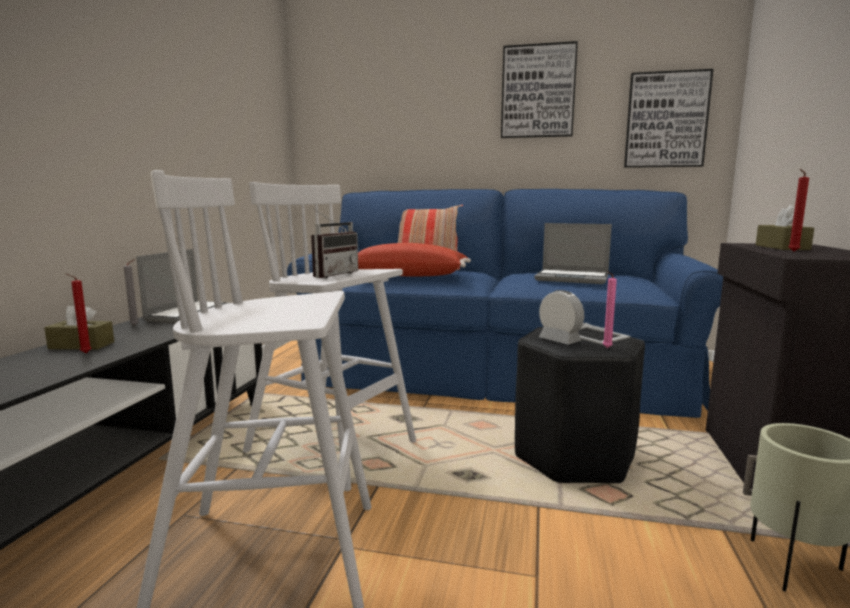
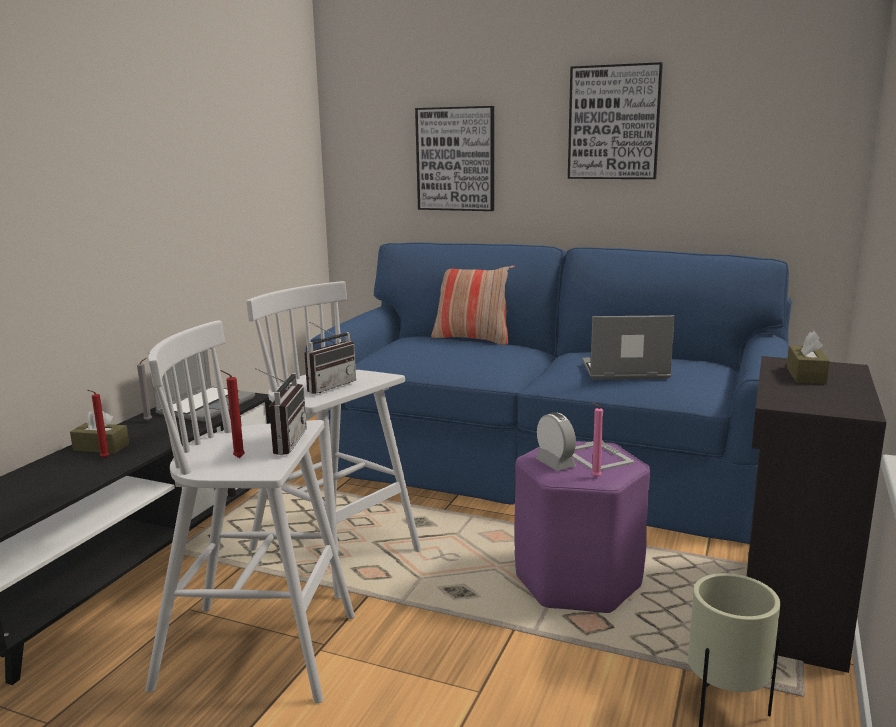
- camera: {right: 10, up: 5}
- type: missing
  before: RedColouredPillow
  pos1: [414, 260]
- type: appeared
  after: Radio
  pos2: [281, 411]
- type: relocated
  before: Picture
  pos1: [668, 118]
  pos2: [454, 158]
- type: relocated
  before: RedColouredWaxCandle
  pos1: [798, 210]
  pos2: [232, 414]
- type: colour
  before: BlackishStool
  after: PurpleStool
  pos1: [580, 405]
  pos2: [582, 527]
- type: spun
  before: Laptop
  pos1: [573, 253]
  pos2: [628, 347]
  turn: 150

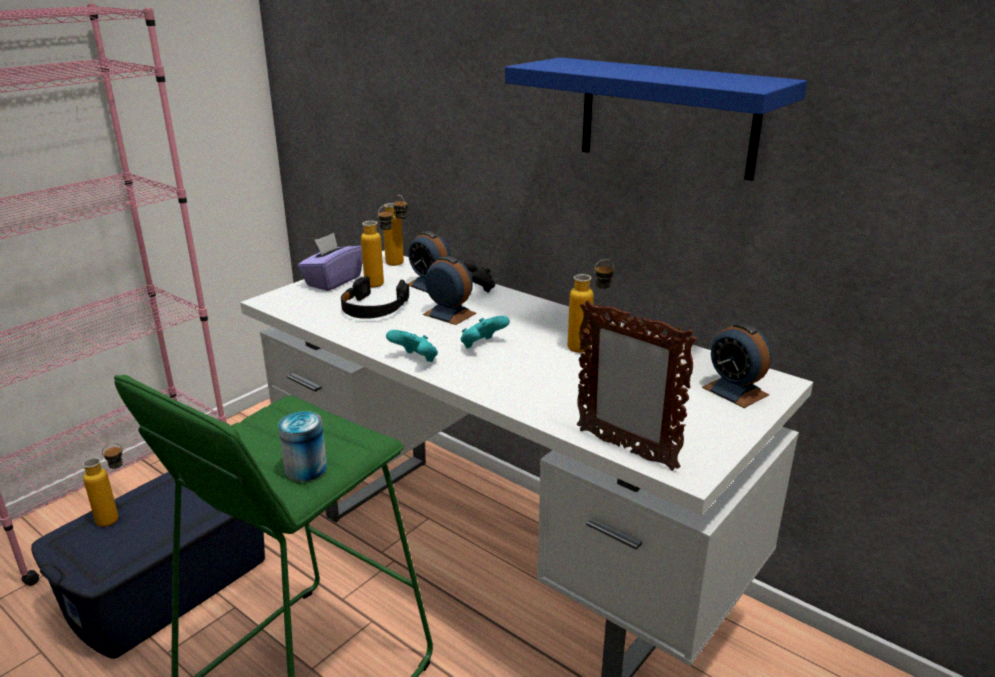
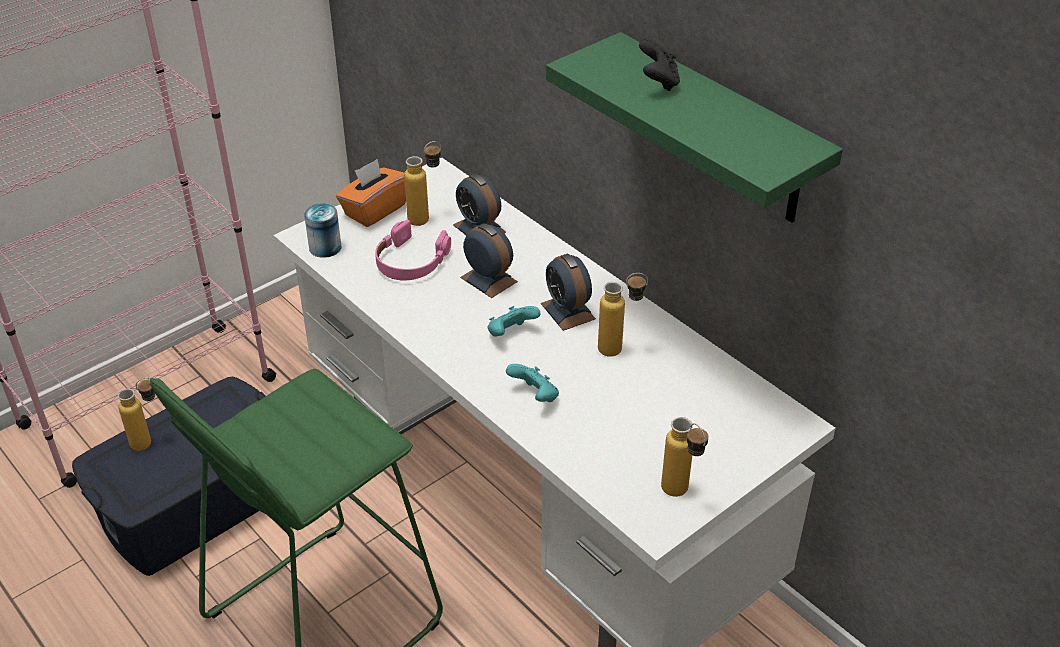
- camera: {right: 10, up: 15}
- type: missing
  before: PhotoFrame
  pos1: [637, 385]
- type: relocated
  before: Can
  pos1: [302, 446]
  pos2: [323, 230]
- type: relocated
  before: DrinkBottle
  pos1: [395, 230]
  pos2: [685, 457]
- type: relocated
  before: TurquoiseColouredGamepad
  pos1: [412, 346]
  pos2: [532, 383]
- type: relocated
  before: BlackishGamepad
  pos1: [479, 276]
  pos2: [659, 65]
- type: relocated
  before: TableClock
  pos1: [737, 365]
  pos2: [568, 292]
- type: colour
  before: PurpleTissueHolder
  after: OrangeTissueHolder
  pos1: [330, 262]
  pos2: [371, 193]
- type: colour
  before: BlackishHeadphones
  after: PinkHeadphones
  pos1: [375, 297]
  pos2: [413, 250]
- type: colour
  before: BlueColouredShelf
  after: GreenColouredShelf
  pos1: [656, 119]
  pos2: [694, 127]

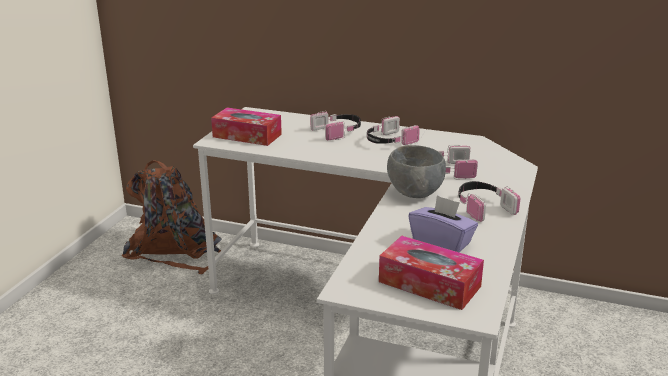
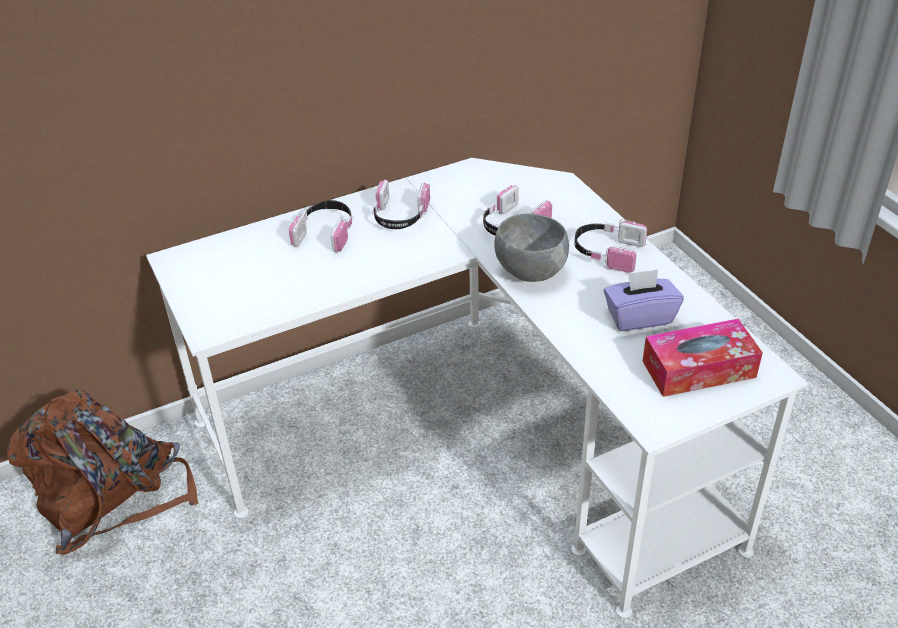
- camera: {right: -45, up: 15}
- type: missing
  before: TissueHolder
  pos1: [246, 127]

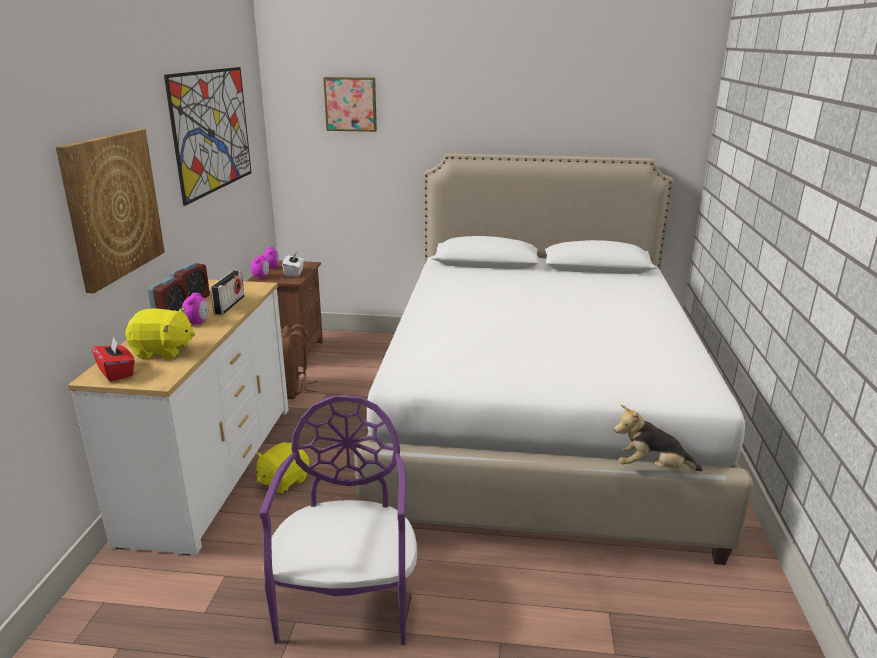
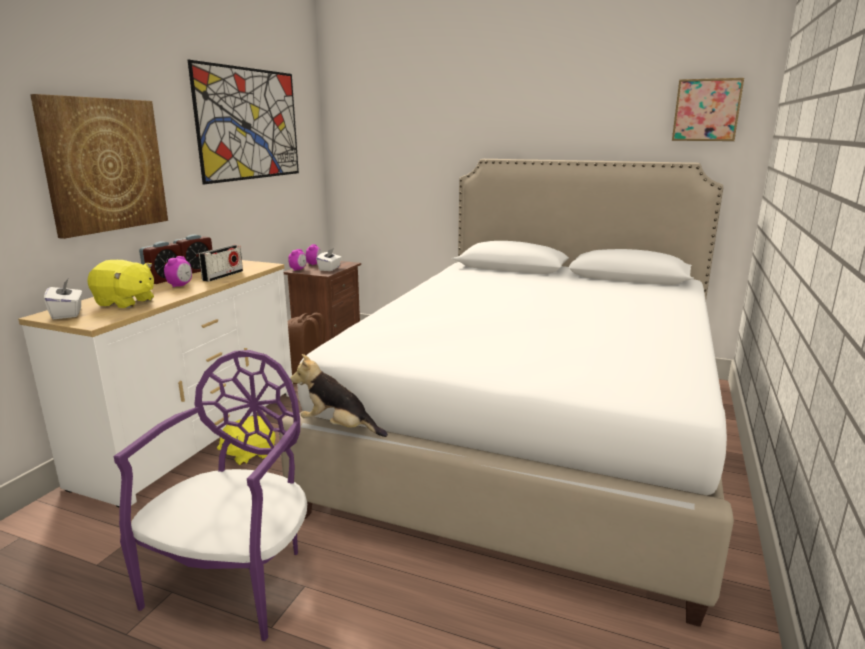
- camera: {right: 15, up: -5}
- type: relocated
  before: Picture
  pos1: [350, 104]
  pos2: [708, 109]
- type: relocated
  before: SoftToy
  pos1: [658, 438]
  pos2: [339, 395]
- type: colour
  before: RedColouredTissueHolder
  after: WhitishTissueHolder
  pos1: [113, 359]
  pos2: [63, 299]

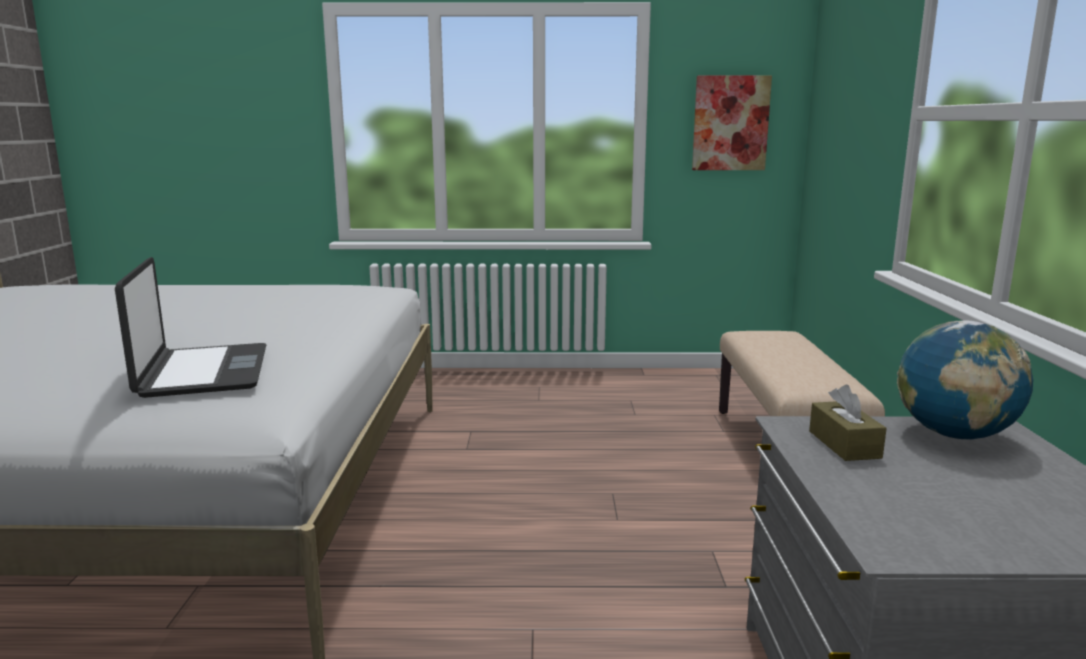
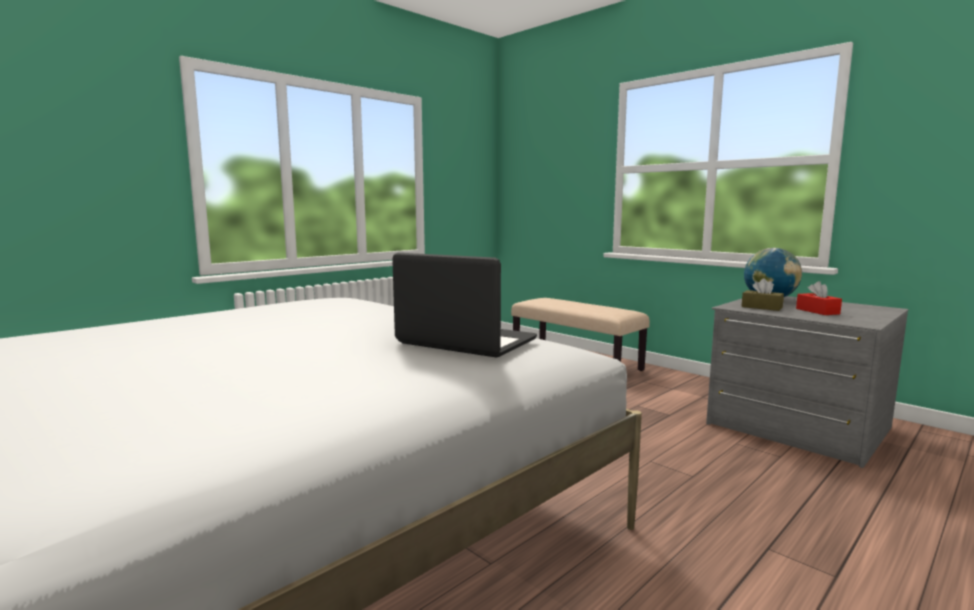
- camera: {right: -45, up: -5}
- type: missing
  before: Picture
  pos1: [732, 123]
- type: appeared
  after: RedColouredTissueHolder
  pos2: [819, 298]

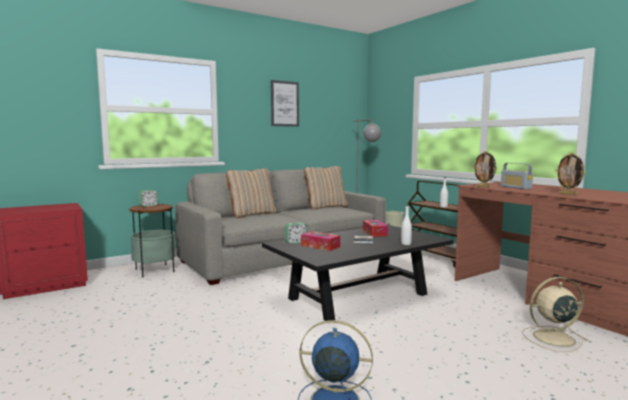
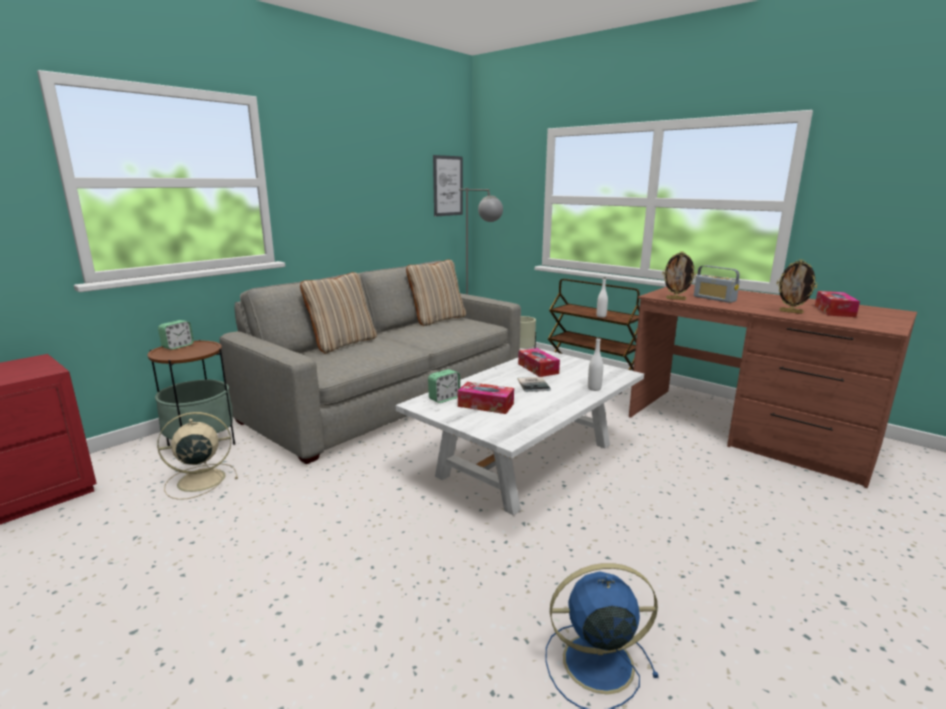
- camera: {right: -15, up: 10}
- type: appeared
  after: TissueHolder
  pos2: [837, 304]
- type: relocated
  before: Picture
  pos1: [285, 103]
  pos2: [448, 186]
- type: relocated
  before: BeigeElectricFan
  pos1: [555, 314]
  pos2: [197, 456]
- type: colour
  before: BlackishLoungeTable
  after: WhitishLoungeTable
  pos1: [358, 272]
  pos2: [520, 432]

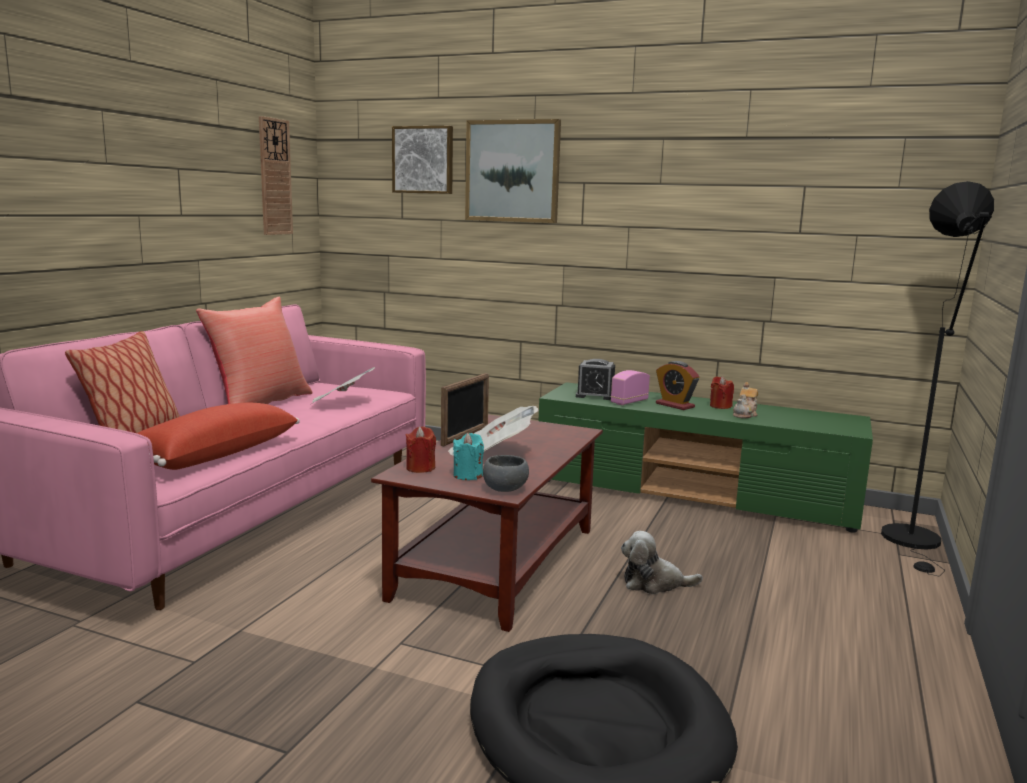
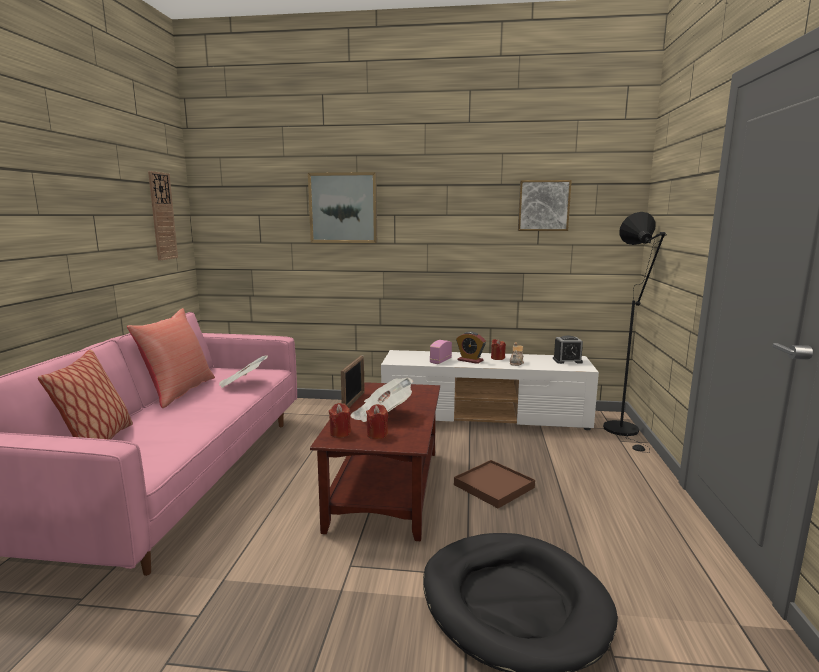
- camera: {right: -15, up: 0}
- type: missing
  before: RedColouredPillow
  pos1: [218, 436]
- type: missing
  before: GreyServingBowl
  pos1: [506, 473]
- type: relocated
  before: Picture
  pos1: [422, 160]
  pos2: [545, 205]
- type: relocated
  before: TableClock
  pos1: [595, 379]
  pos2: [568, 349]
- type: exchanged
  before: SoftToy
  after: BrownServingTray
  pos1: [662, 562]
  pos2: [494, 484]
- type: colour
  before: TurquoiseColouredWaxCandle
  after: RedColouredWaxCandle
  pos1: [468, 456]
  pos2: [377, 421]
- type: colour
  before: GreenColouredTvUnit
  after: WhitishTvUnit
  pos1: [706, 457]
  pos2: [490, 390]

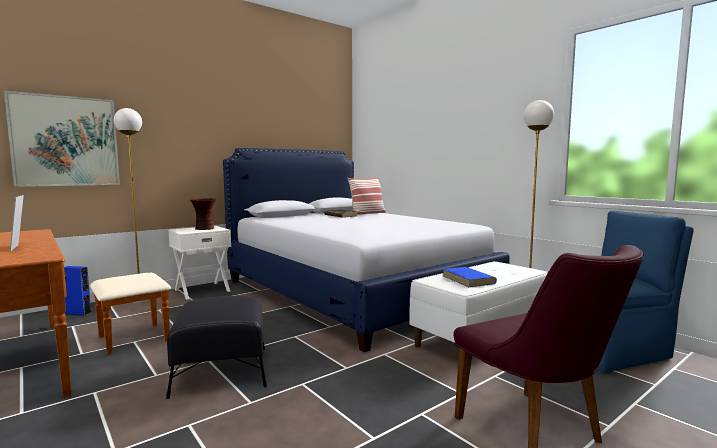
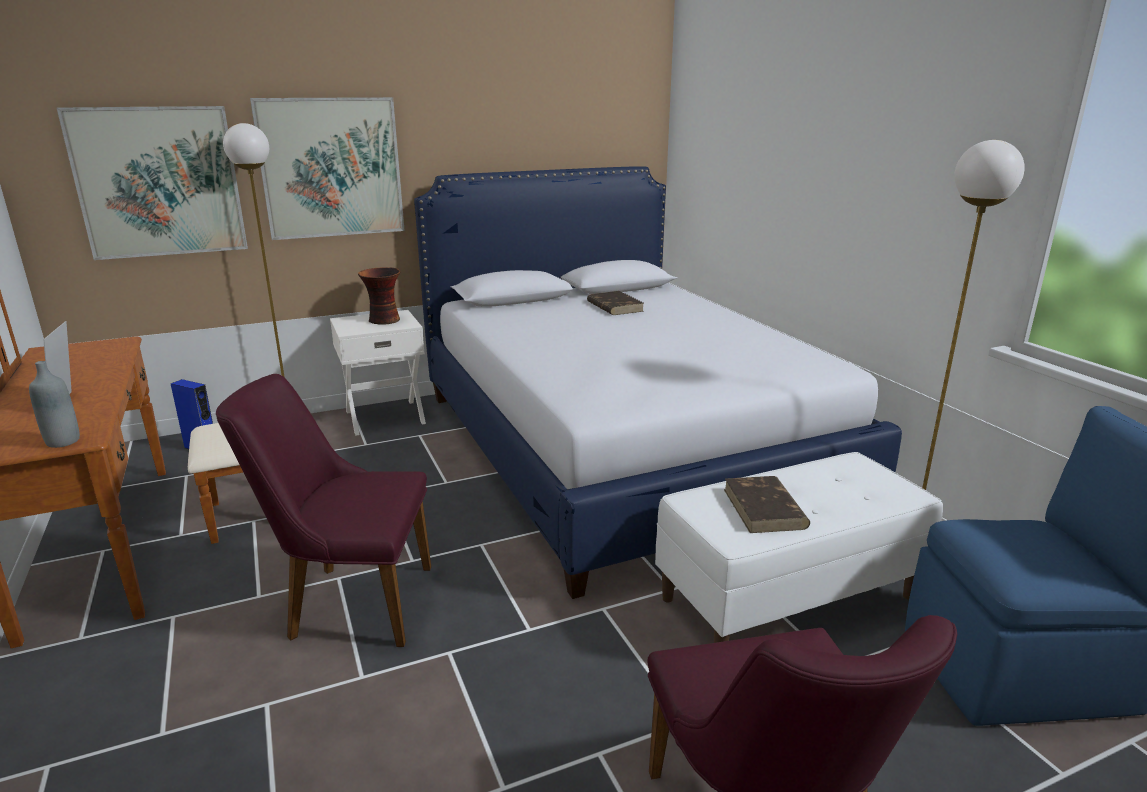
- camera: {right: 15, up: 15}
- type: missing
  before: Pillow
  pos1: [366, 196]
- type: appeared
  after: GreyDrinkBottle
  pos2: [54, 404]
- type: appeared
  after: Picture
  pos2: [327, 168]
- type: exchanged
  before: BlackishPouffe
  after: PurplePlainChair
  pos1: [216, 347]
  pos2: [323, 510]
- type: colour
  before: BlueColouredBook
  after: BrownBook
  pos1: [470, 277]
  pos2: [767, 504]

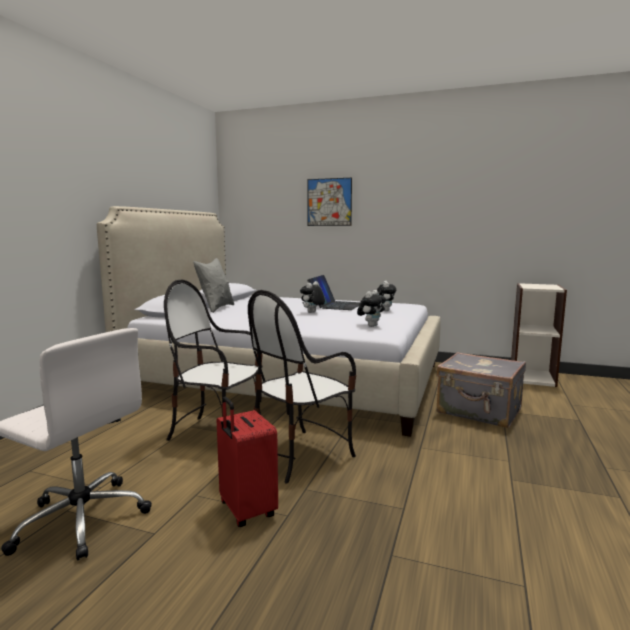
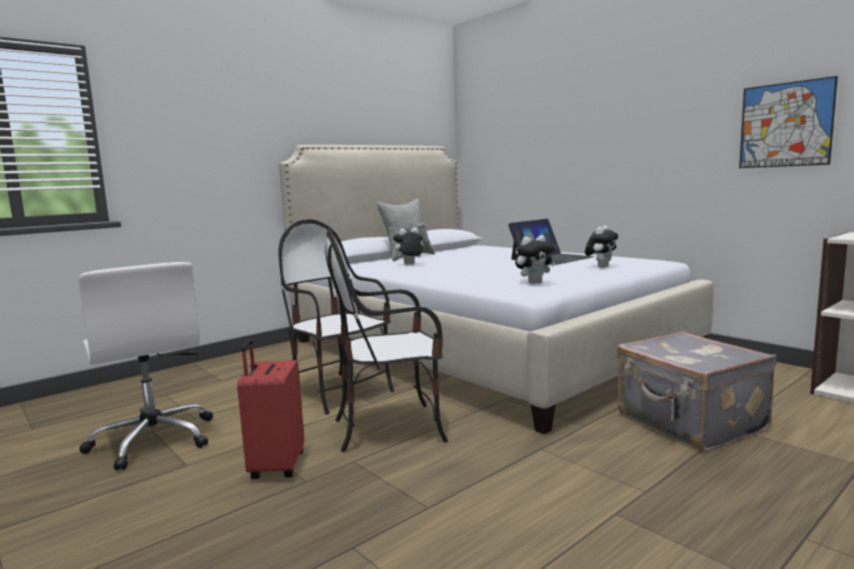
- camera: {right: 30, up: 0}
- type: relocated
  before: SoftToy
  pos1: [312, 297]
  pos2: [407, 246]
- type: relocated
  before: Picture
  pos1: [329, 202]
  pos2: [788, 122]

